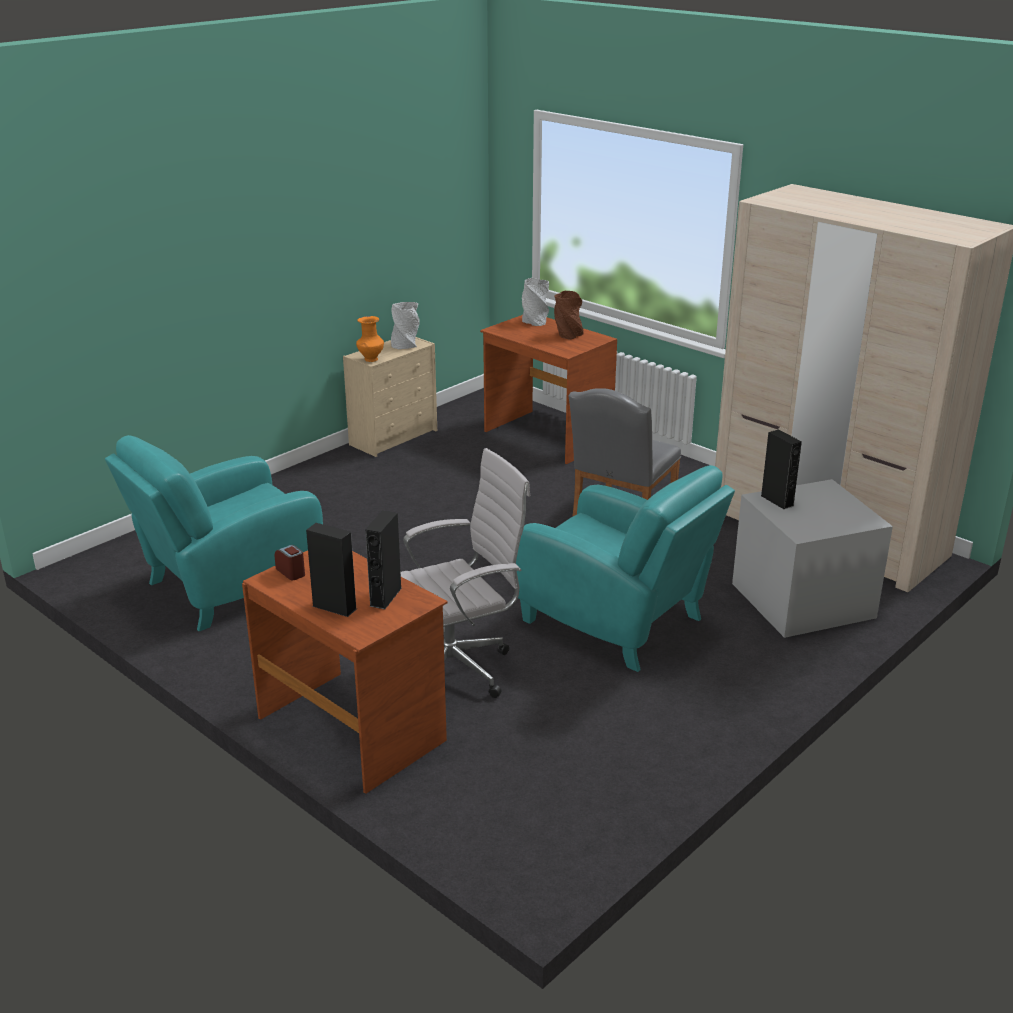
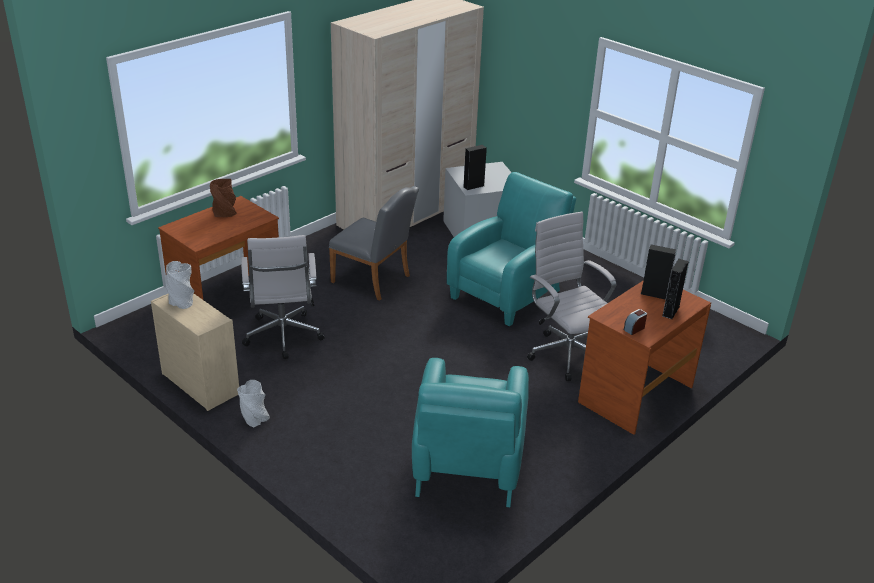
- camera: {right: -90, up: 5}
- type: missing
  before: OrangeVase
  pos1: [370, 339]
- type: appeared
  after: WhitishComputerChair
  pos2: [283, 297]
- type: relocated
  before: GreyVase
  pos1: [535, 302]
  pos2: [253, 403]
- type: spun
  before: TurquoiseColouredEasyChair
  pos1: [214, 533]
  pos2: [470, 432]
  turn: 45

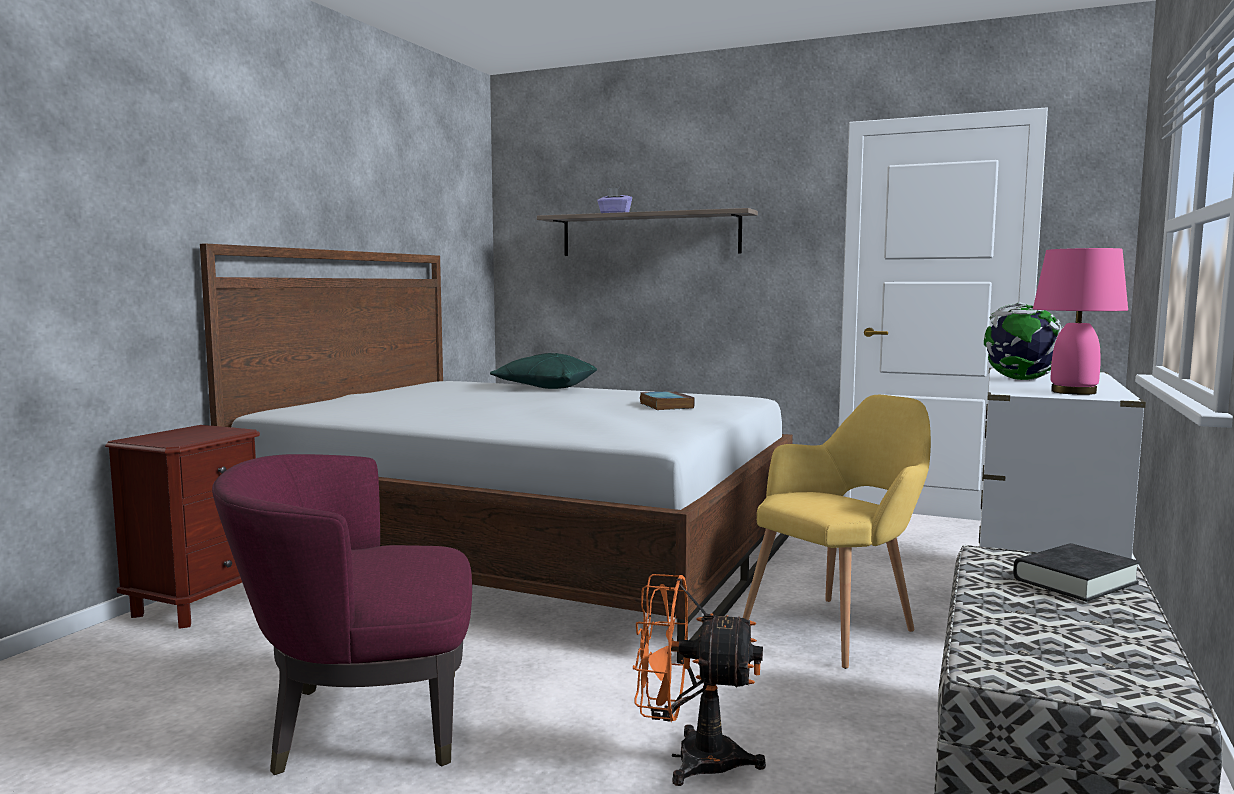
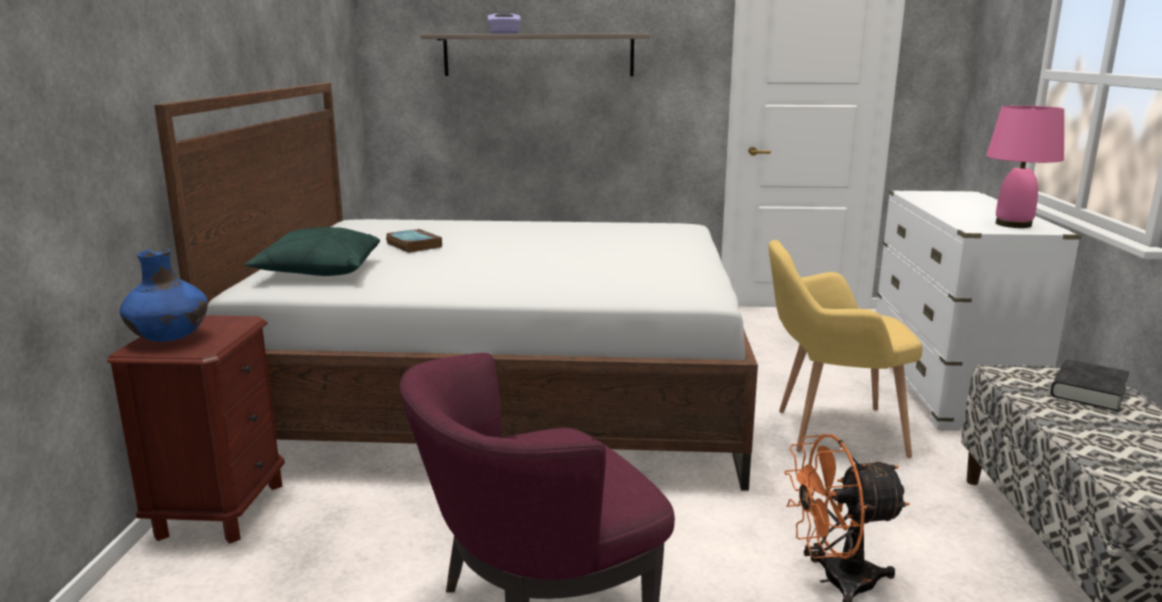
- camera: {right: -20, up: 10}
- type: missing
  before: DeskGlobe
  pos1: [1023, 341]
- type: appeared
  after: BlueColouredVase
  pos2: [164, 295]
- type: relocated
  before: GreenColouredPillow
  pos1: [543, 371]
  pos2: [312, 251]
- type: relocated
  before: Book
  pos1: [667, 400]
  pos2: [414, 241]
- type: spun
  before: YellowColouredEasyChair
  pos1: [837, 532]
  pos2: [845, 349]
  turn: -120

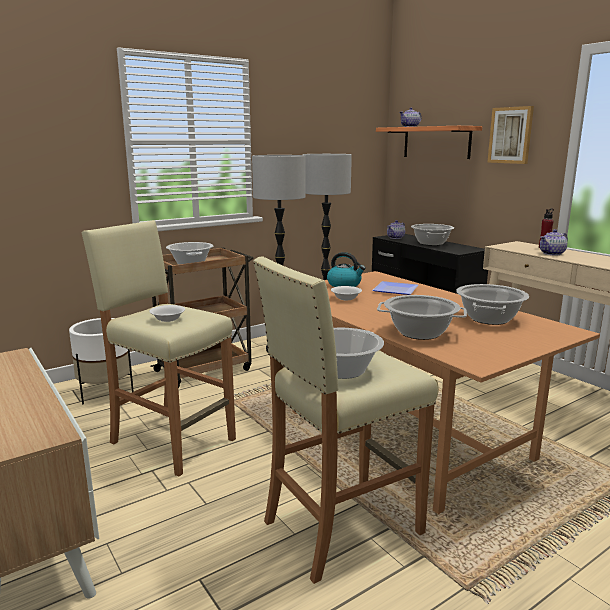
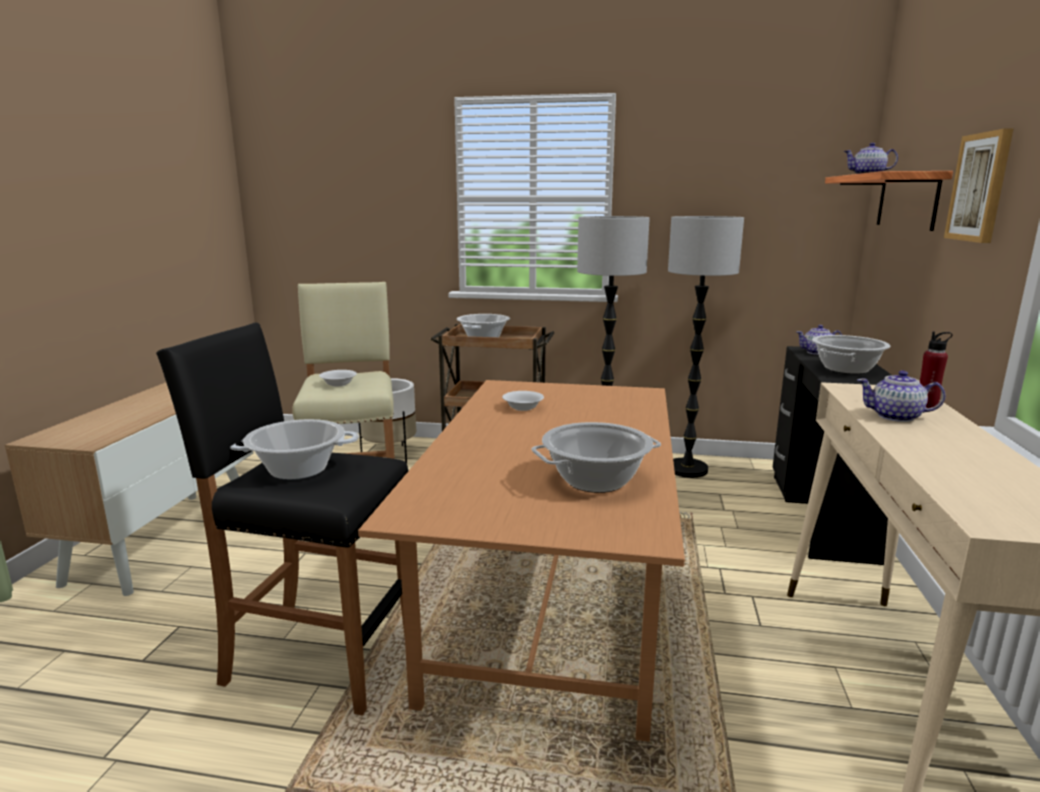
- camera: {right: 45, up: 0}
- type: missing
  before: WaterKettle
  pos1: [346, 269]
- type: missing
  before: FlatDish
  pos1: [395, 288]
- type: missing
  before: Stockpot
  pos1: [422, 317]
- type: colour
  before: BeigeStool
  after: BlackishStool
  pos1: [346, 420]
  pos2: [282, 519]

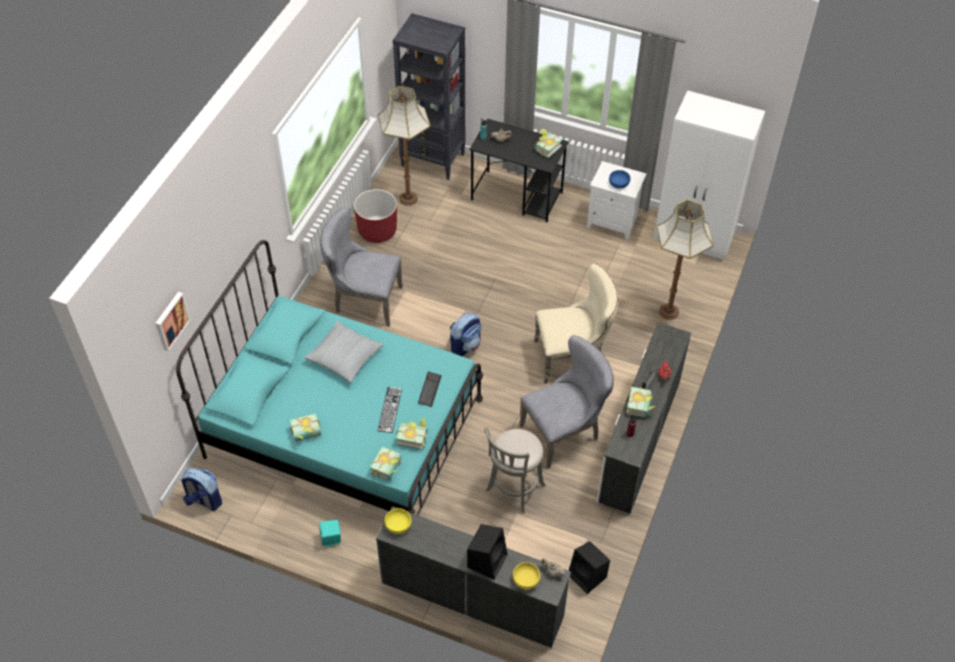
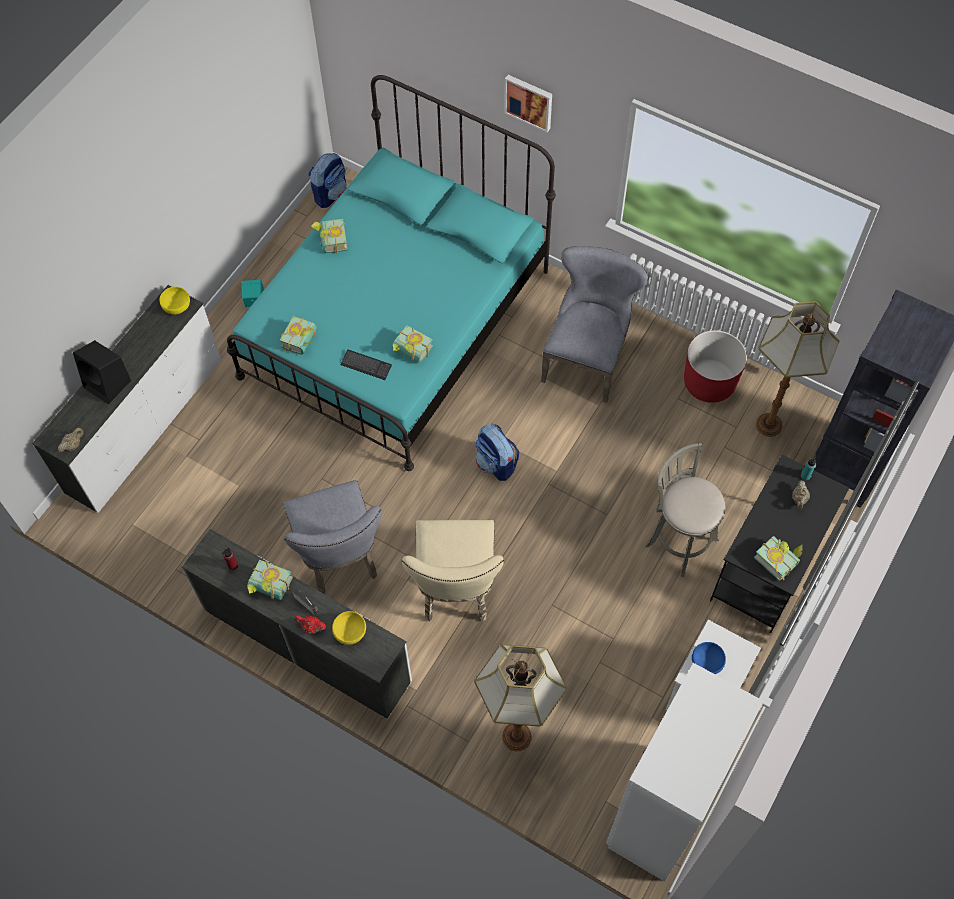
- camera: {right: 100, up: 10}
- type: missing
  before: Pillow
  pos1: [344, 352]
- type: missing
  before: PcKeyboard
  pos1: [390, 410]
- type: missing
  before: BlackishAudioSpeaker
  pos1: [589, 567]
- type: relocated
  before: Picture
  pos1: [173, 321]
  pos2: [528, 103]
- type: relocated
  before: Book
  pos1: [386, 463]
  pos2: [413, 344]
- type: relocated
  before: GreyStool
  pos1: [514, 471]
  pos2: [685, 510]
- type: relocated
  before: YellowColouredServingBowl
  pos1: [527, 575]
  pos2: [349, 628]

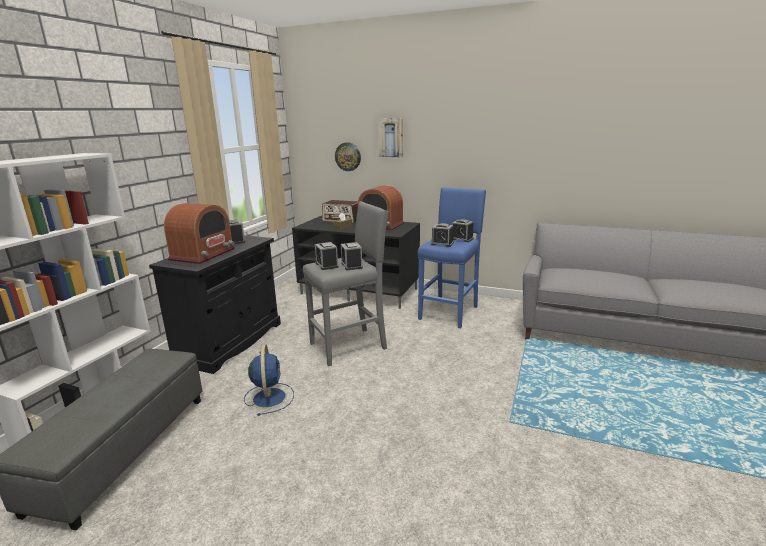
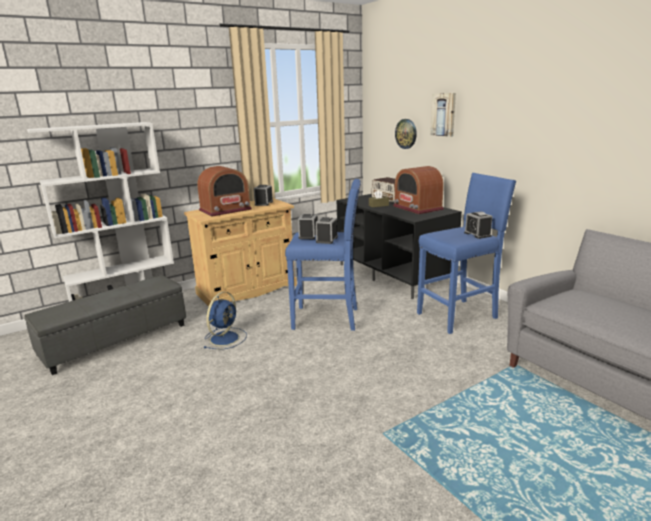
- camera: {right: 35, up: 0}
- type: missing
  before: TableClock
  pos1: [442, 235]
- type: colour
  before: BlackishCabinet
  after: BeigeCabinet
  pos1: [215, 304]
  pos2: [240, 252]
- type: colour
  before: GreyStool
  after: BlueColouredStool
  pos1: [346, 284]
  pos2: [323, 255]

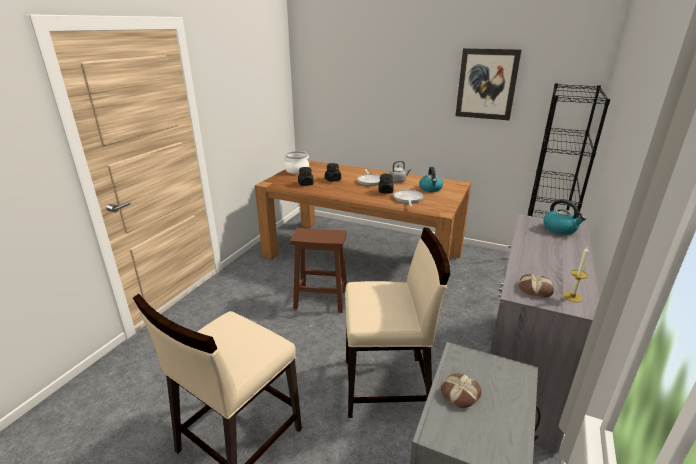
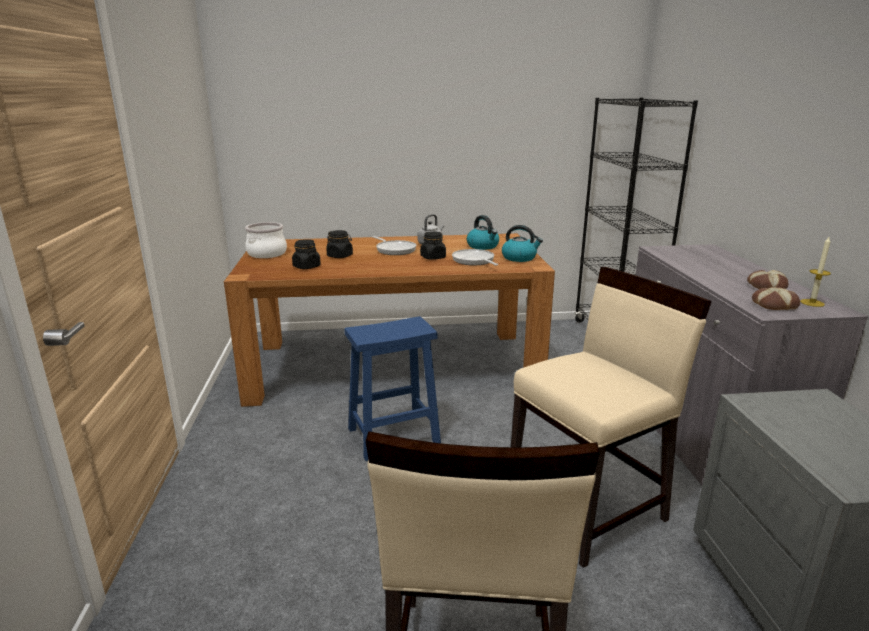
- camera: {right: -30, up: -5}
- type: missing
  before: Picture
  pos1: [489, 84]
- type: relocated
  before: Bread
  pos1: [461, 391]
  pos2: [767, 279]
- type: relocated
  before: WaterKettle
  pos1: [564, 217]
  pos2: [522, 243]
- type: colour
  before: BrownStool
  after: BlueColouredStool
  pos1: [318, 270]
  pos2: [393, 388]

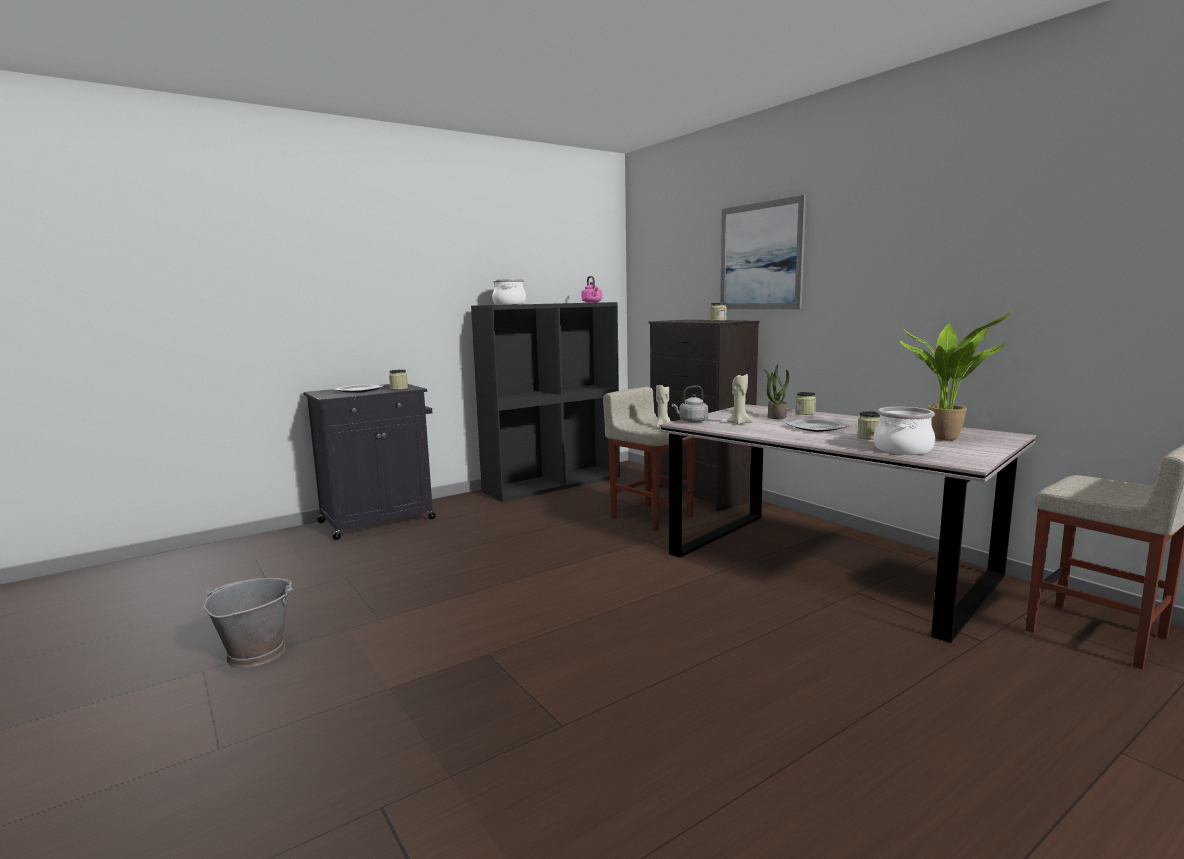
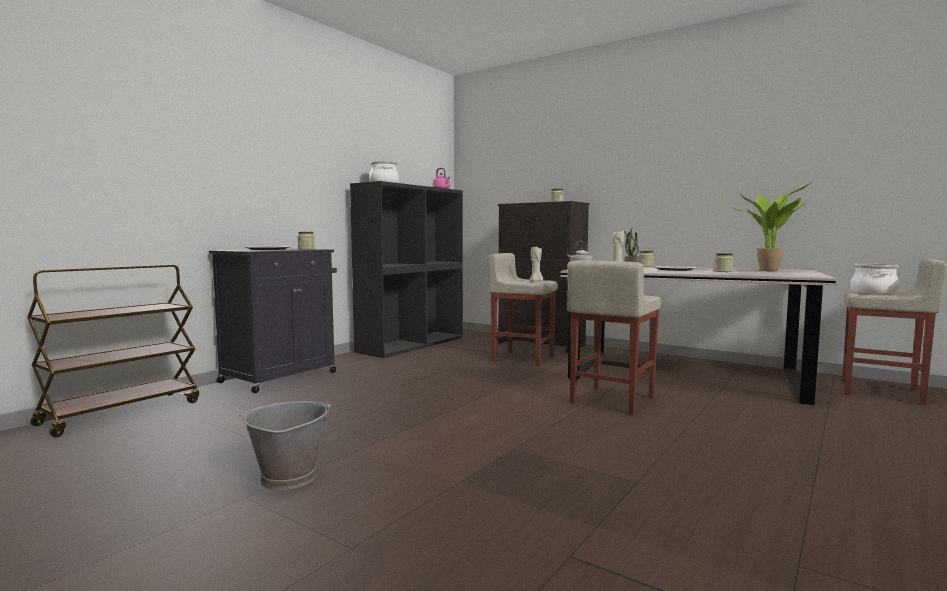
- camera: {right: -20, up: -5}
- type: missing
  before: Picture
  pos1: [763, 252]
- type: appeared
  after: BrownTrolley
  pos2: [113, 351]
- type: appeared
  after: BeigeStool
  pos2: [614, 337]
- type: relocated
  before: Stockpot
  pos1: [904, 431]
  pos2: [875, 279]

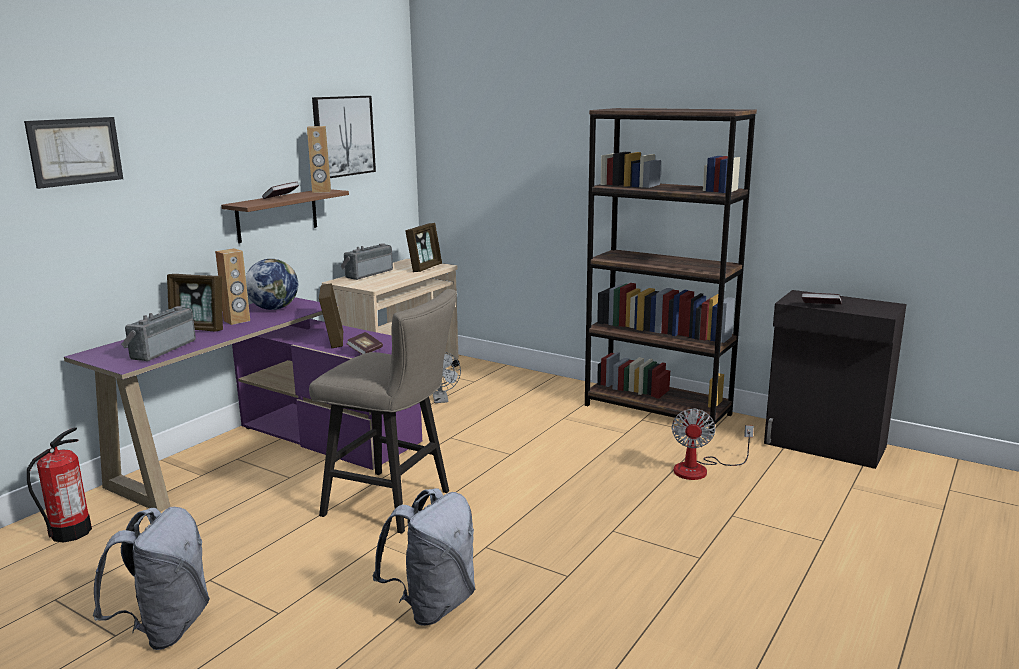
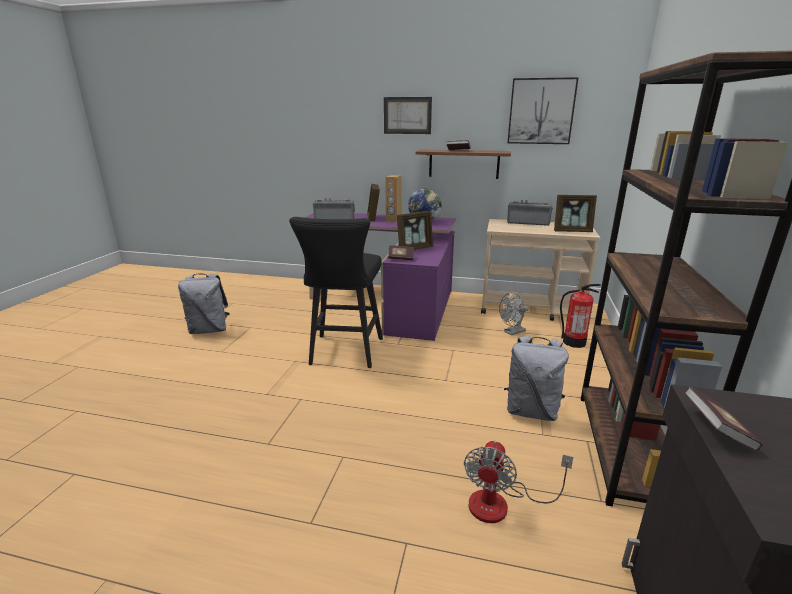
- camera: {right: 70, up: 5}
- type: missing
  before: BrownAudioSpeaker
  pos1: [319, 159]
- type: relocated
  before: Picture
  pos1: [73, 153]
  pos2: [408, 115]
- type: relocated
  before: FireExtinguisher
  pos1: [59, 485]
  pos2: [580, 316]
- type: relocated
  before: GreyKnapsack
  pos1: [423, 557]
  pos2: [536, 378]
- type: colour
  before: BeigeStool
  after: BlackishStool
  pos1: [383, 411]
  pos2: [336, 292]
- type: spun
  before: ElectricFan
  pos1: [713, 444]
  pos2: [518, 482]
  turn: -60

